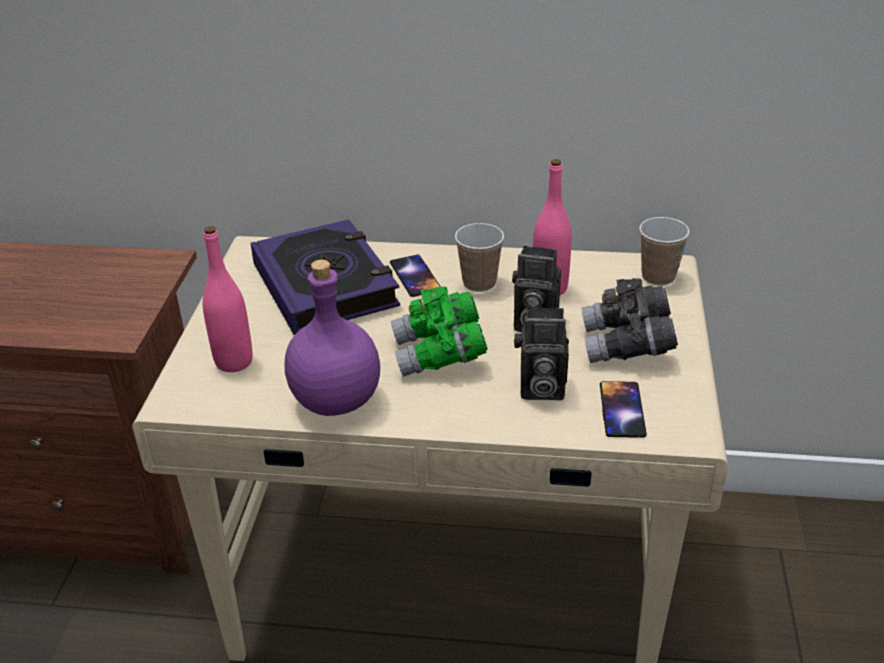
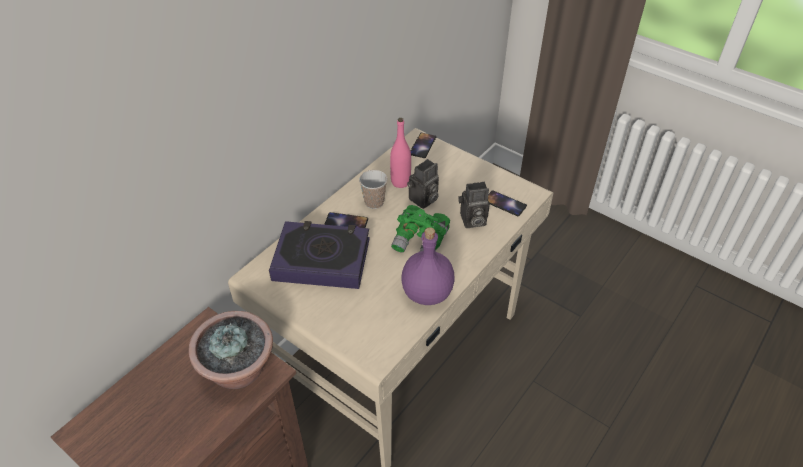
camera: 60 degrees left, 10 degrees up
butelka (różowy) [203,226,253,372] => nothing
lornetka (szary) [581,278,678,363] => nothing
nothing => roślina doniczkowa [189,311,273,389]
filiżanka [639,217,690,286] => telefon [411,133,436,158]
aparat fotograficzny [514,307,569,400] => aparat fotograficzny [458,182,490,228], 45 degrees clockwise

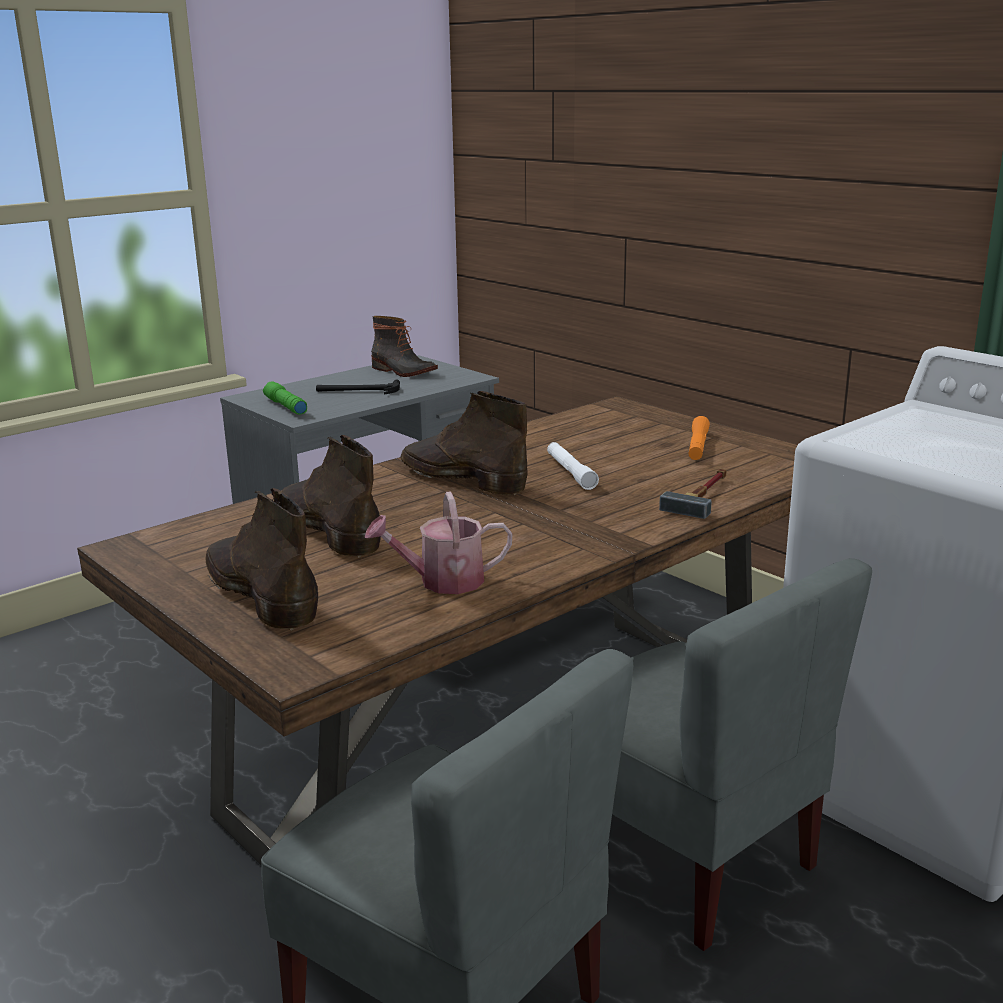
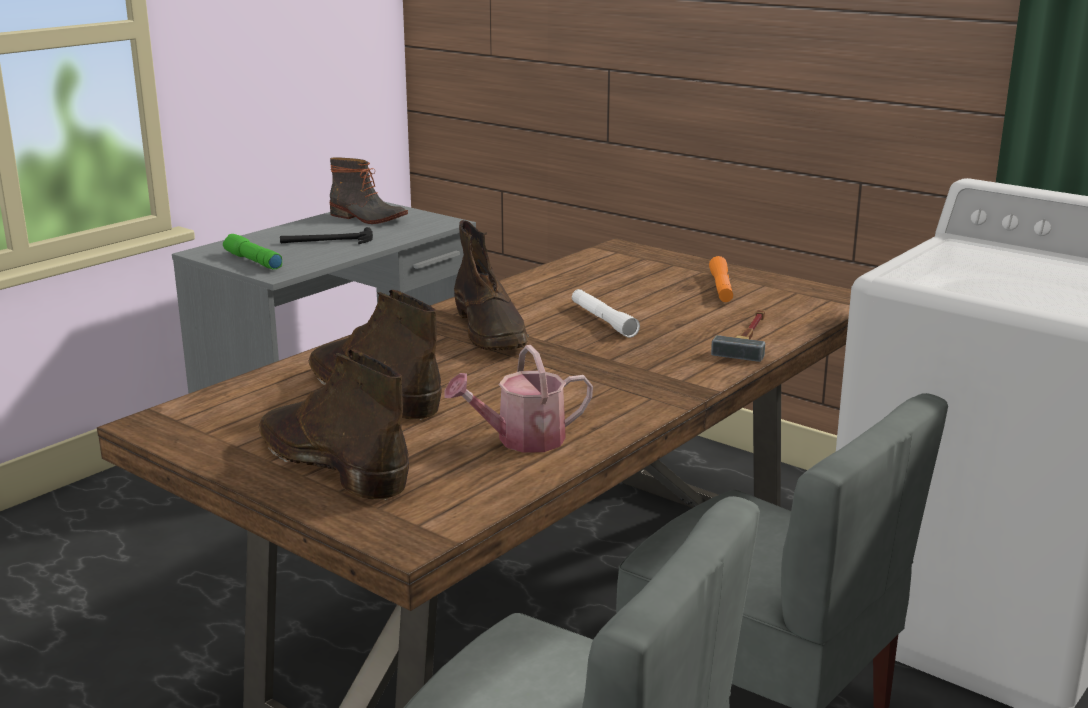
camera: 10 degrees left, 0 degrees up
but z cholewką (brązowy) [400,391,528,496] => but z cholewką (brązowy) [454,220,529,351], 135 degrees counterclockwise

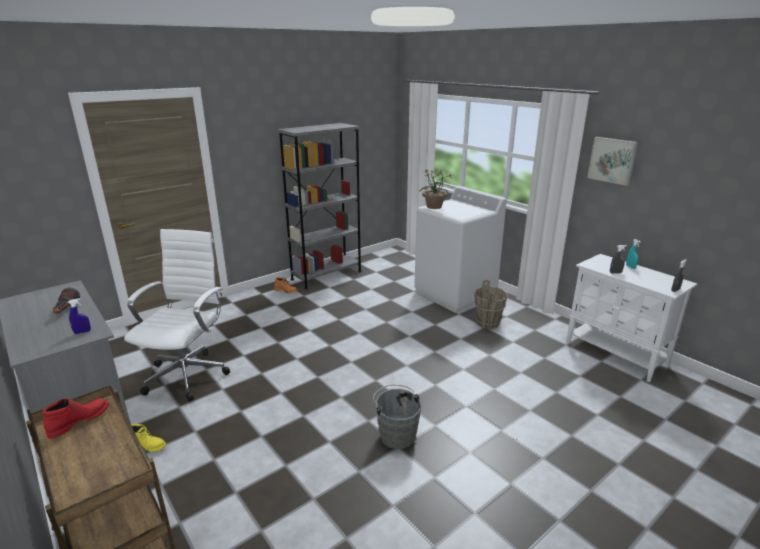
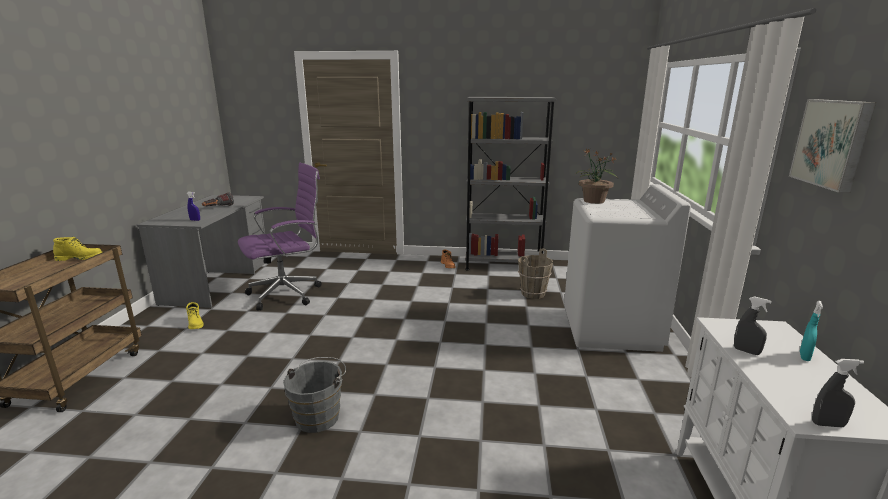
camera: 45 degrees right, 5 degrees down
wiadro (brązowy) [474,280,507,329] => wiadro (brązowy) [518,248,553,299], moved
but z cholewką (czerwony) [43,398,109,439] => but z cholewką (żółty) [53,237,102,261]
krzesło biurowe (biały) [124,229,230,401] => krzesło biurowe (fioletowy) [238,163,322,311]

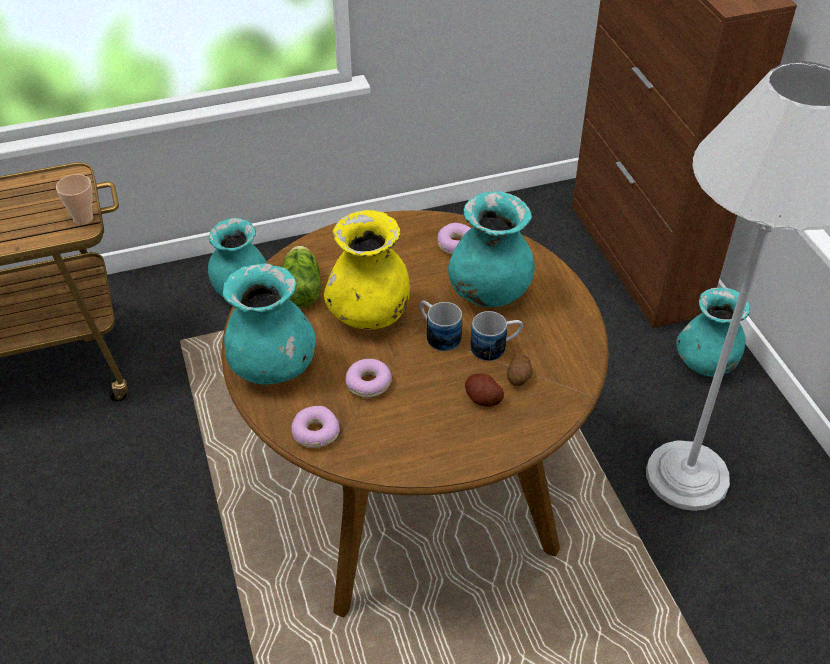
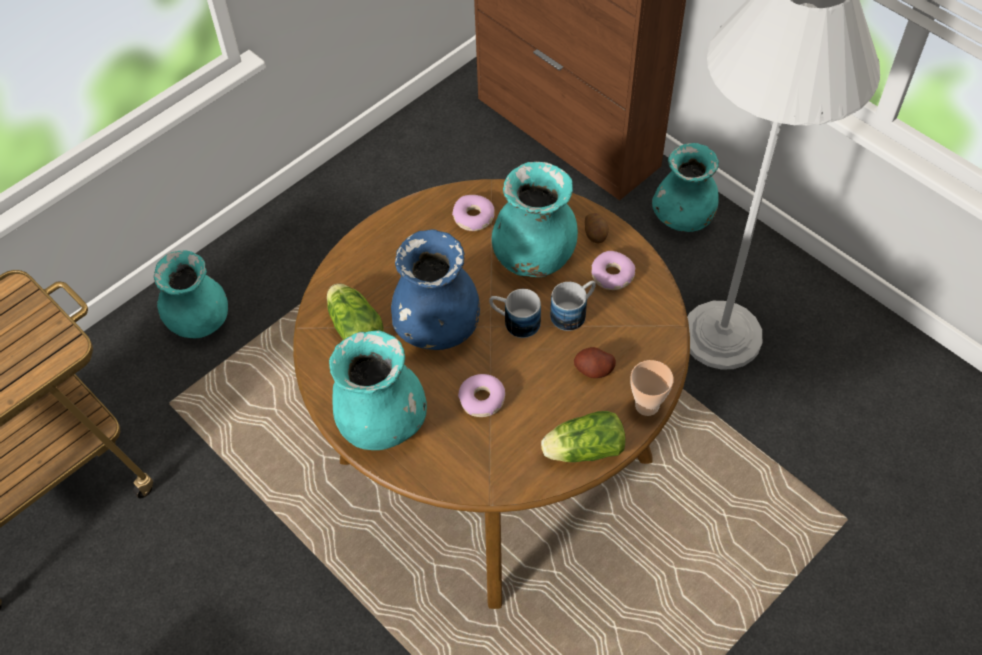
camera: 25 degrees left, 10 degrees up
nothing => sałata [541,411,626,462]
filiżanka [56,174,93,225] => filiżanka [631,360,673,416], moved
donut [291,406,340,448] => donut [591,251,636,290], moved
ziemniak [507,354,533,386] => ziemniak [585,213,609,244], moved
wazon (żółty) [324,210,410,330] => wazon (niebieski) [391,230,480,350]

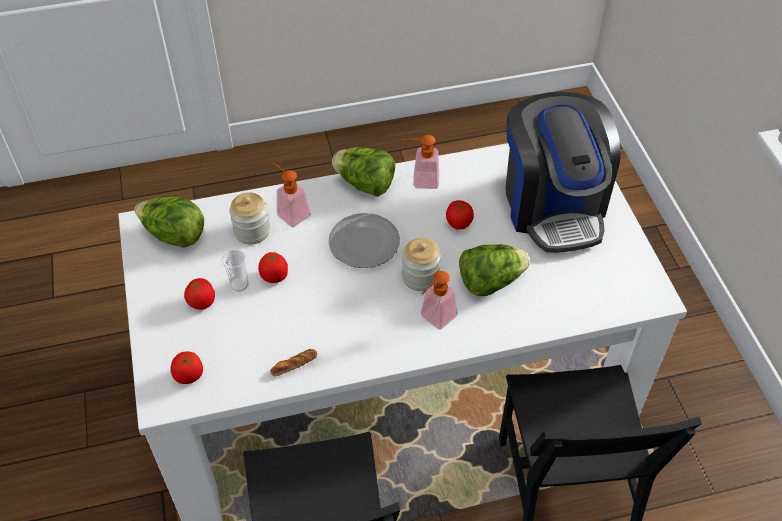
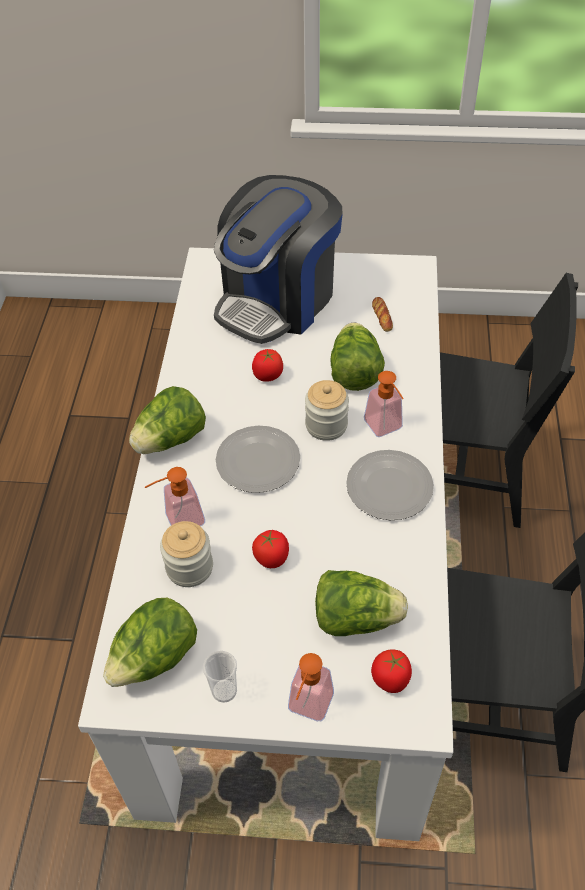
camera: 70 degrees left, 0 degrees up
pomidor [184,278,215,310] => nothing
nothing => sałata [315,570,408,636]
nothing => talerz [346,450,434,520]
filiżanka [222,249,249,292] => filiżanka [203,651,237,703], moved
chleb [270,349,317,376] => chleb [372,297,393,332], moved
dozownik mydła [403,135,439,189] => dozownik mydła [288,653,334,721], moved
ekspres do kawy [506,92,621,253] => ekspres do kawy [214,175,343,344], 120 degrees clockwise

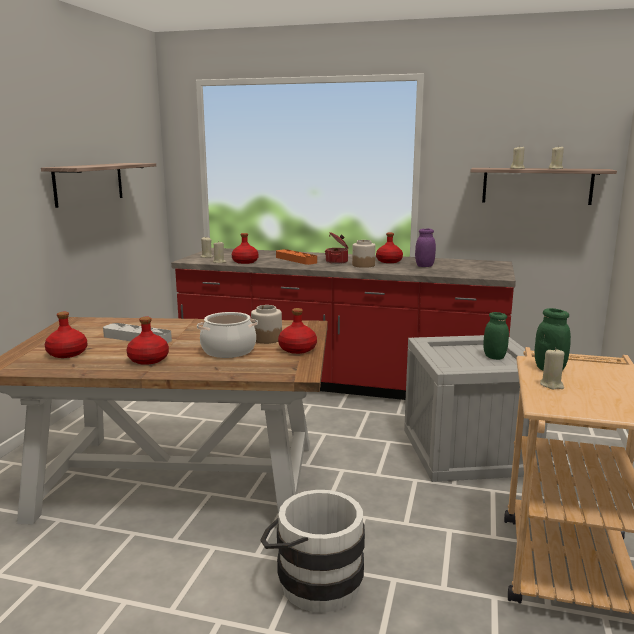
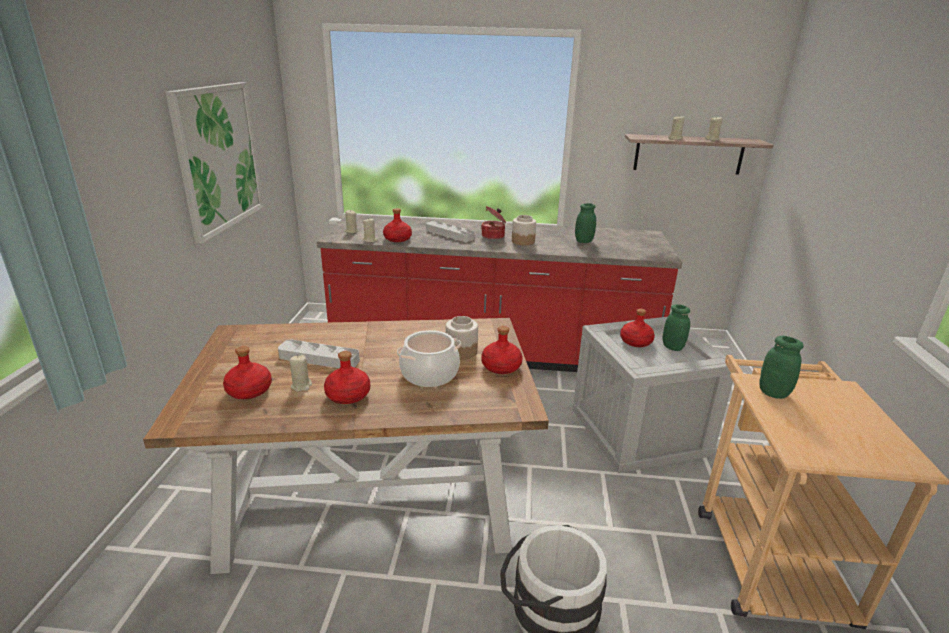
camera: 10 degrees left, 10 degrees up
butelka (czerwony) [376,232,403,263] => butelka (czerwony) [620,309,655,347], moved
świeca (beżowy) [540,348,564,389] => świeca (beżowy) [290,355,312,392], moved
półka [41,163,156,208] => obraz [166,82,264,243]
taca (pomarańczowy) [276,249,317,265] => taca (szary) [426,221,474,242]
słoik (fioletowy) [415,229,436,267] => słoik (zielony) [575,203,596,243]

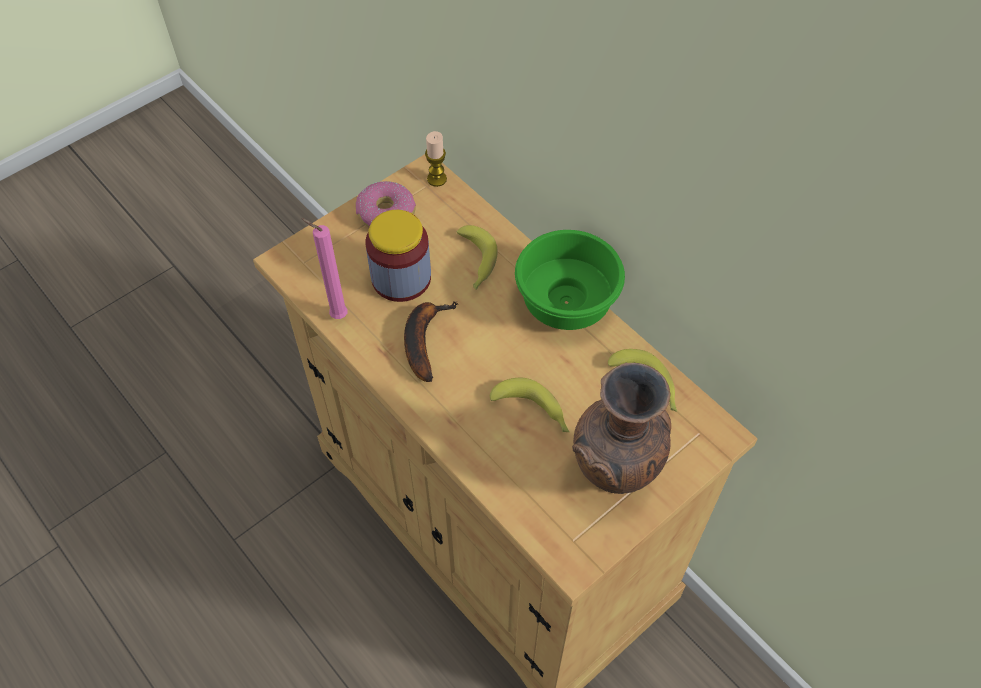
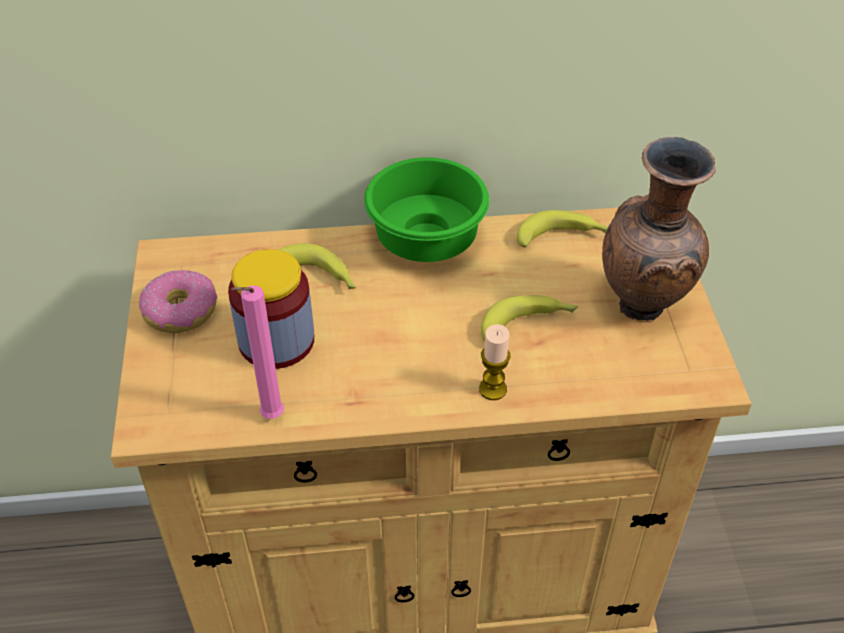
camera: 55 degrees left, 10 degrees down
banan [404,301,458,382] => nothing
świeca [425,131,447,187] => świeca [479,324,511,400], moved

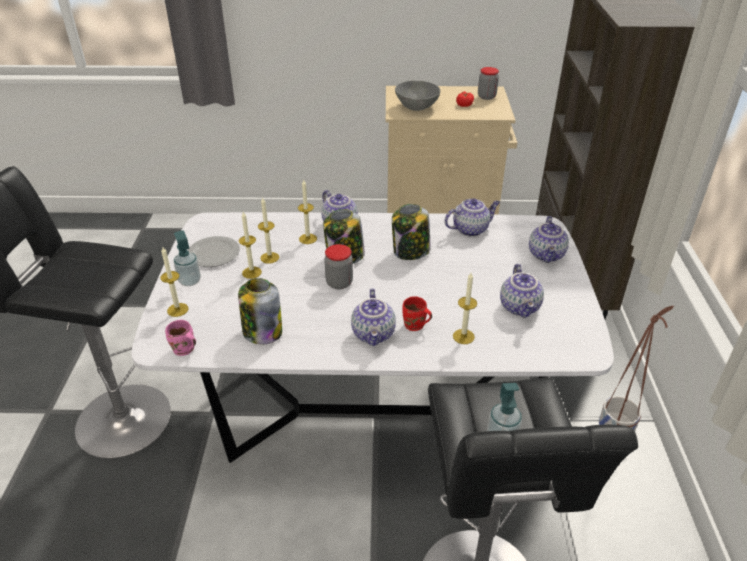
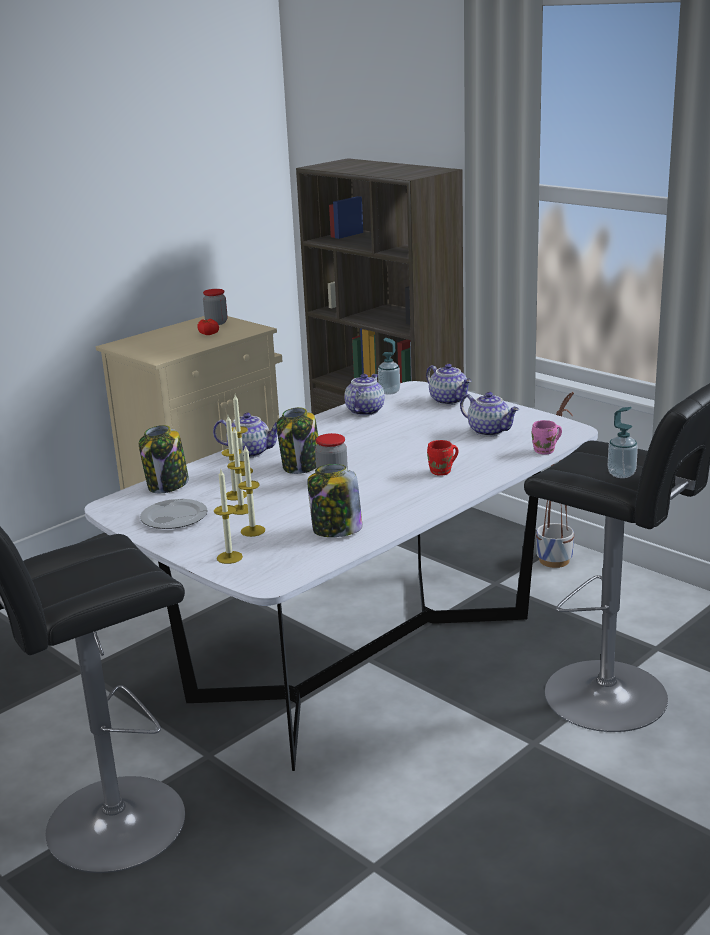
camera: 45 degrees left, 15 degrees down
imbryk [351,288,396,346] => nothing
miska (szary) [395,80,440,111] => nothing
kubek (różowy) [165,320,196,356] => kubek (różowy) [532,420,562,455], moved
dozownik mydła [174,230,201,286] => dozownik mydła [378,338,400,395], moved
słoik [392,204,431,260] => słoik [139,425,189,493], moved
świeca [453,273,477,344] => świeca [238,445,265,537], moved

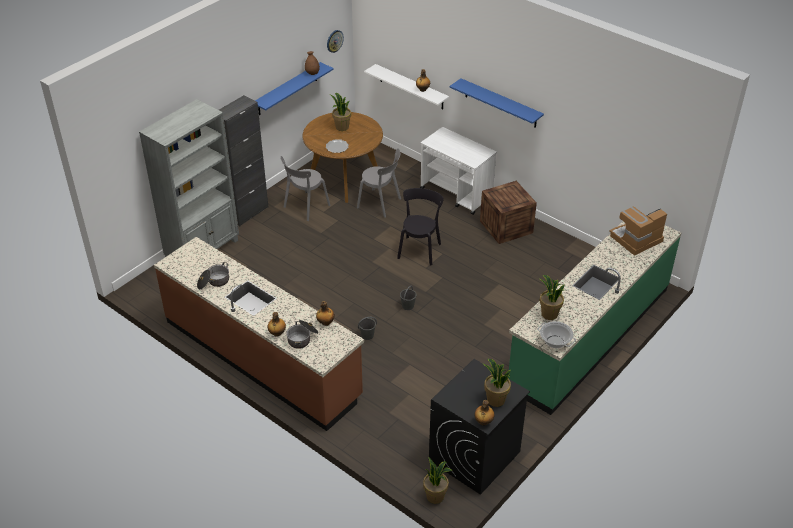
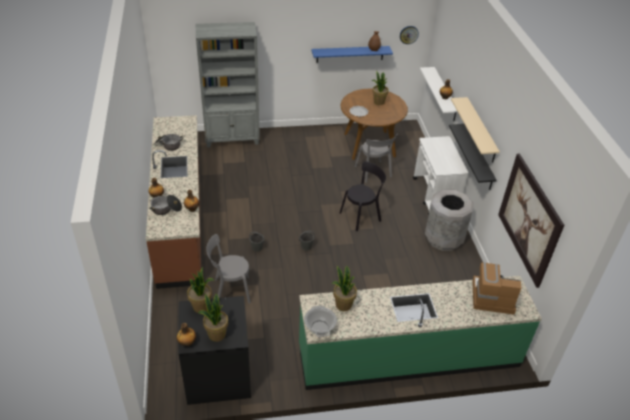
camera: 40 degrees right, 0 degrees up
szafka (czarny) [219,95,268,226] => nothing
nothing => półka (czarny) [449,124,497,190]
nothing => obraz [498,153,564,288]
krzesło (szary) [281,156,330,221] => krzesło (szary) [206,234,251,304], moved
roślina doniczkowa [423,458,452,504] => roślina doniczkowa [187,267,214,313], moved
skrzynka [480,181,537,244] => kosz na śmieci (szary) [425,190,474,251]
półka (niebieski) [450,78,544,128] => półka (beżowy) [451,97,500,163]

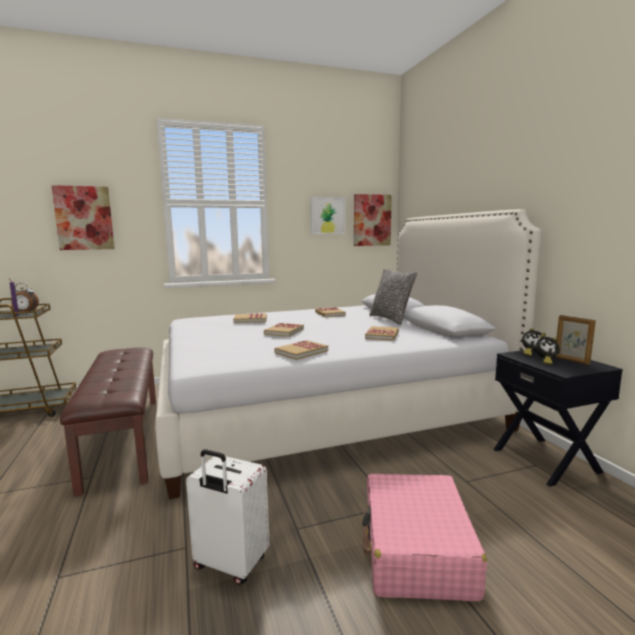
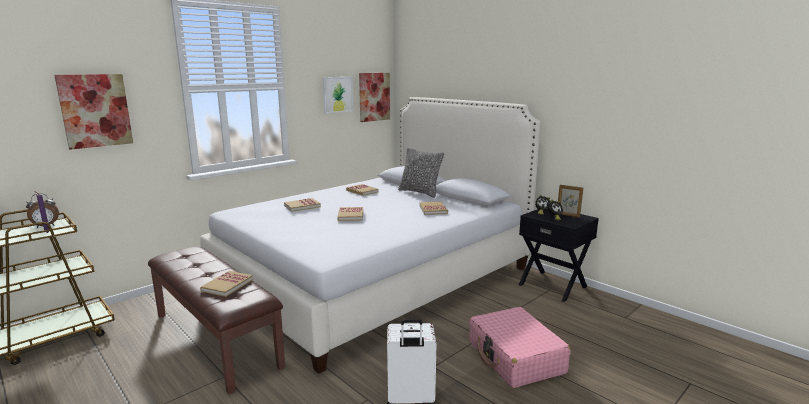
camera: 25 degrees left, 5 degrees up
książka [274,340,328,360] => książka [200,271,253,297], moved

